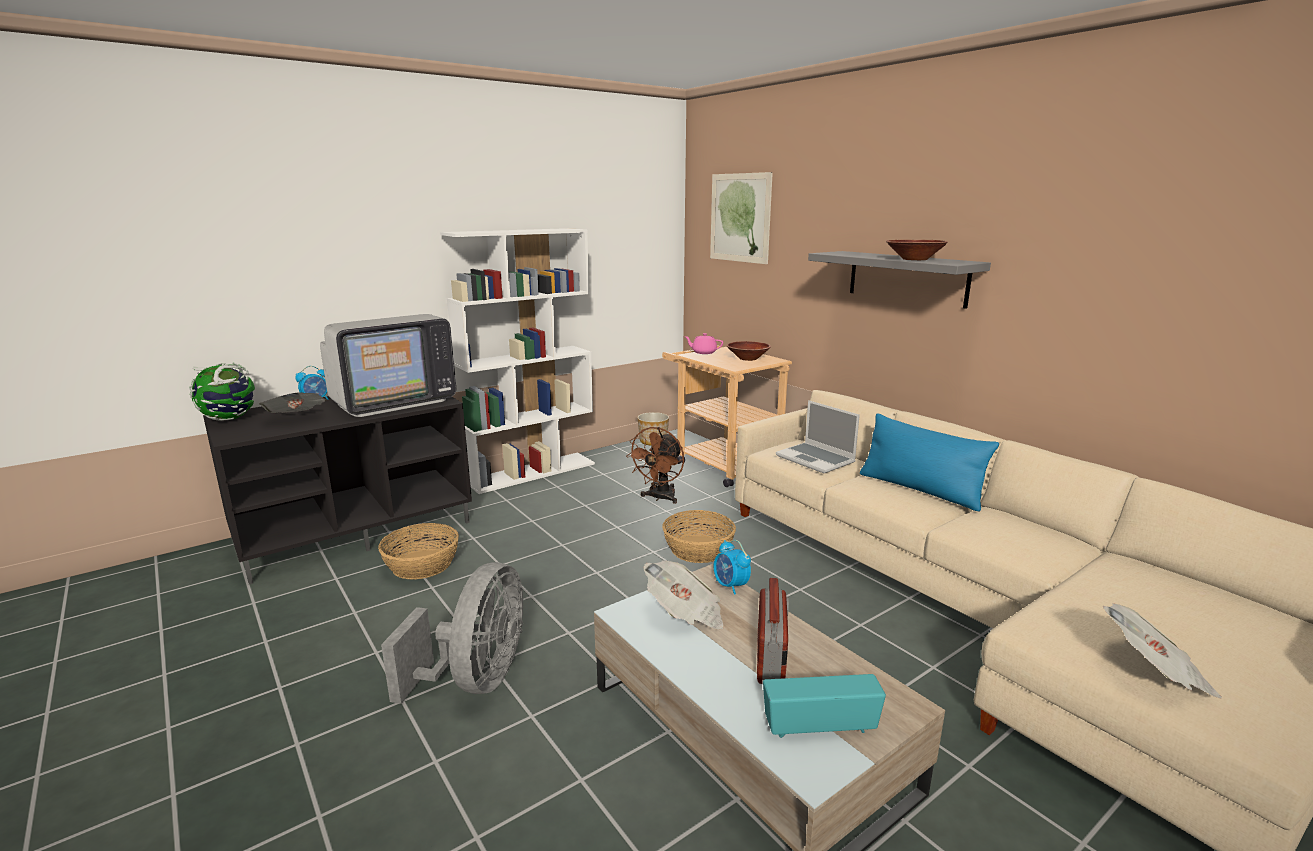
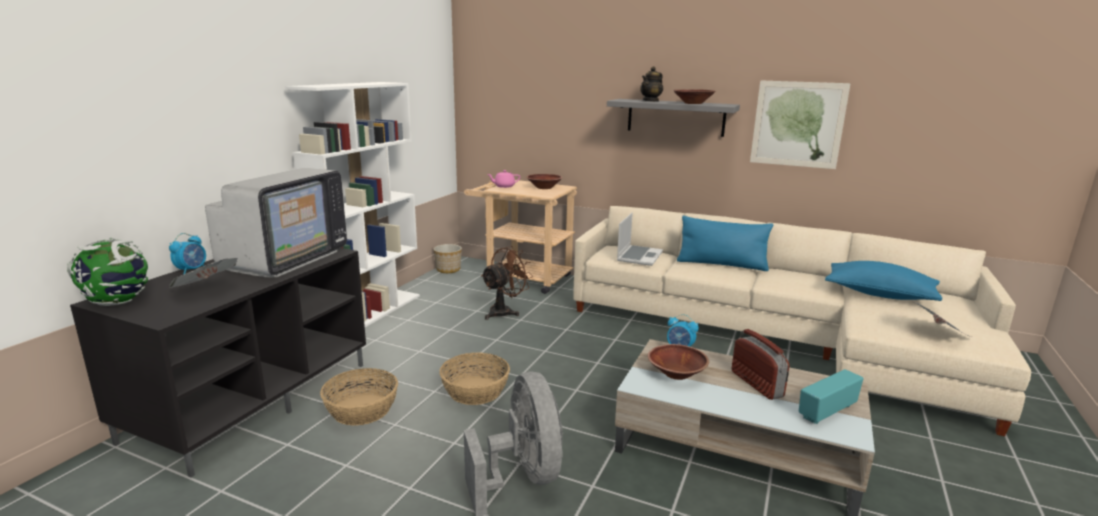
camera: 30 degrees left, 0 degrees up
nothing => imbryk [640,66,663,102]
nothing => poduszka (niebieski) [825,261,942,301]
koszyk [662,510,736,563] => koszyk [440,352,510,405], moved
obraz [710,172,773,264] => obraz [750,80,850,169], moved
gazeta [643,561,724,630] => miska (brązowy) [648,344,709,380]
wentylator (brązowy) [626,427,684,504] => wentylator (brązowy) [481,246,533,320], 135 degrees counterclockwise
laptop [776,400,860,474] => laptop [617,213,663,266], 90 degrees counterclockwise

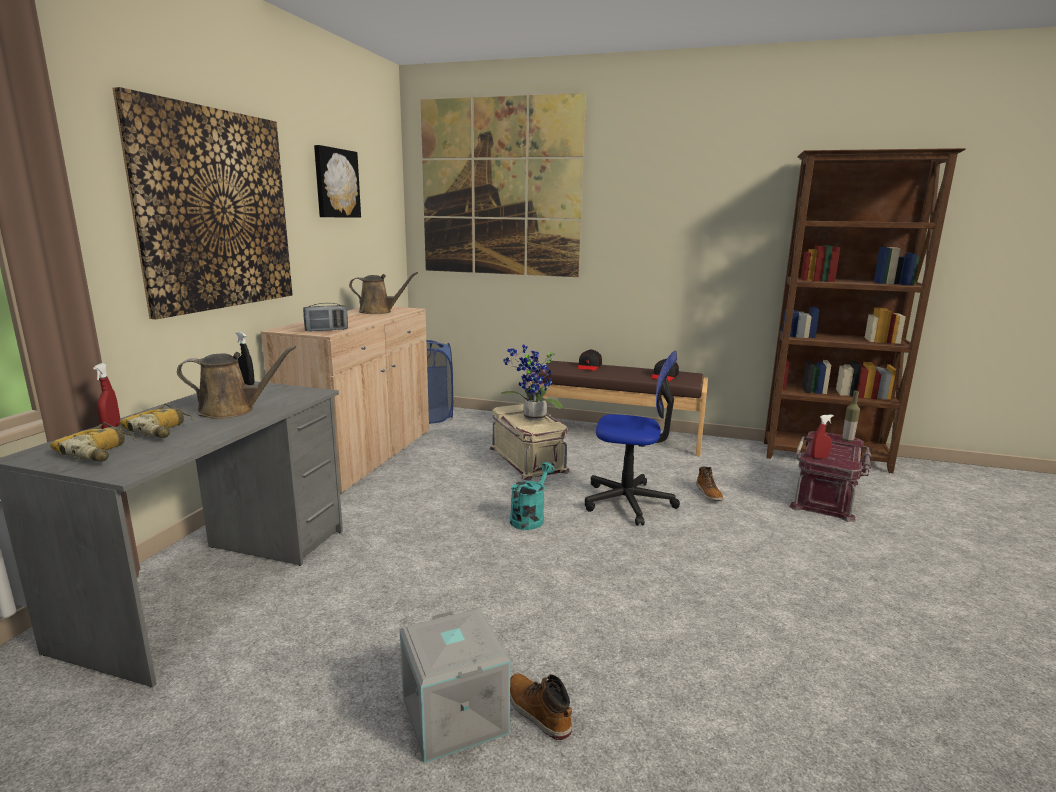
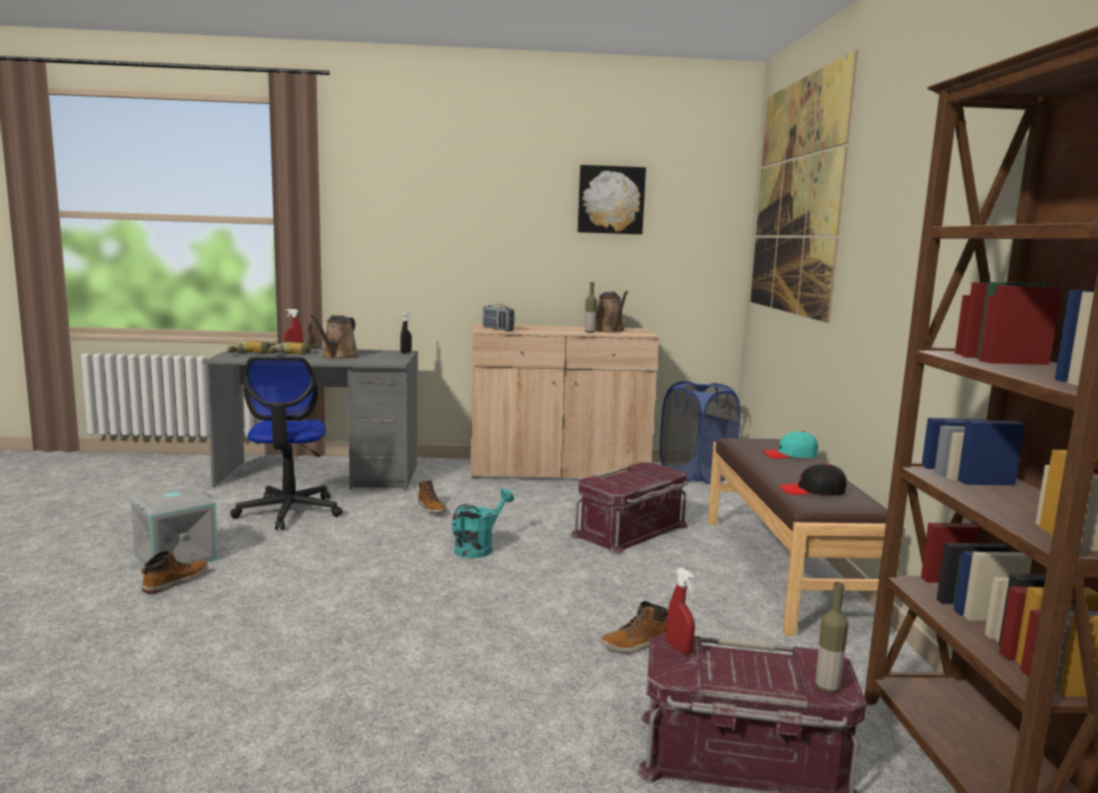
camera: 70 degrees right, 5 degrees down
obraz [112,87,293,319] => nothing
roślina doniczkowa [500,344,563,421] => nothing
nothing => but z cholewką [418,480,447,514]
nothing => butelka [585,282,597,333]
krzesło biurowe [585,351,680,526] => krzesło biurowe [230,356,343,530], moved
pojemnik do przechowywania (beżowy) [489,404,570,480] => pojemnik do przechowywania (czerwony) [571,462,688,554]
czapka z daszkiem (czarny) [577,349,602,371] => czapka z daszkiem (turkusowy) [762,431,818,459]
konewka (brązowy) [177,346,296,419] => konewka (brązowy) [310,315,359,359], 45 degrees clockwise
konewka (turkusowy) [510,462,555,530] => konewka (turkusowy) [452,489,514,558], 60 degrees counterclockwise

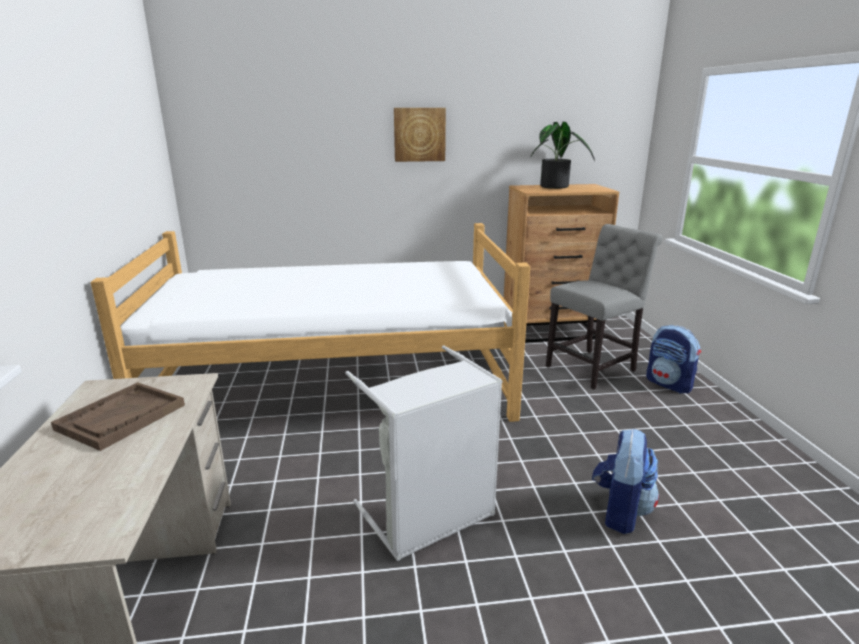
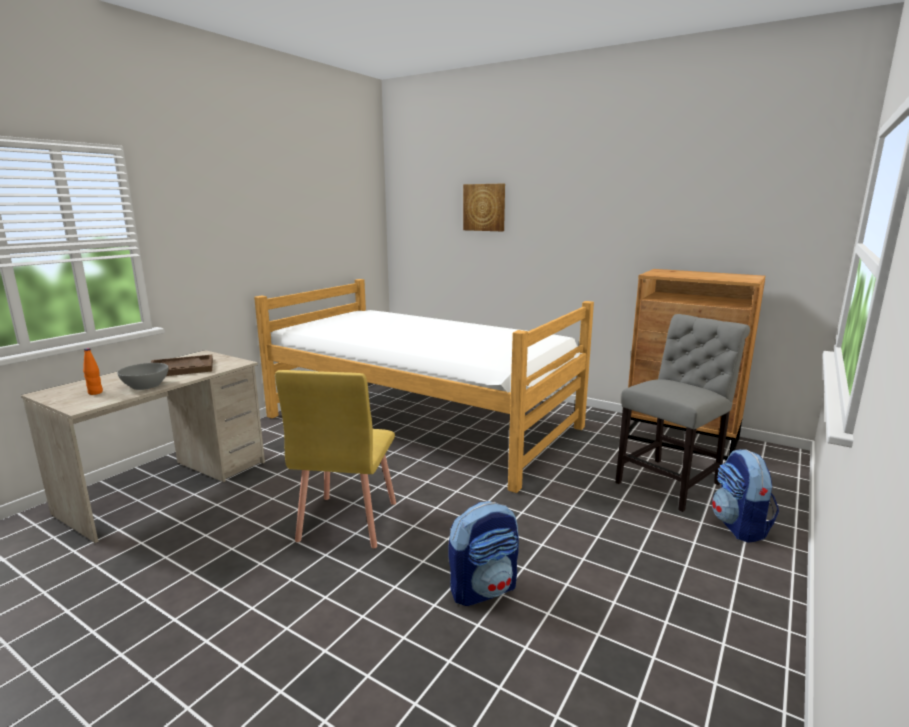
camera: 40 degrees right, 5 degrees down
roślina doniczkowa [531,122,595,189] => nothing
nothing => butelka (pomarańczowy) [83,348,103,395]
nothing => miska (szary) [117,363,168,390]
obraz [394,108,446,162] => obraz [463,184,505,231], moved
kosz na pranie (szary) [345,345,503,561] => krzesło (żółty) [275,370,396,548]
krzesło (szary) [546,224,663,390] => krzesło (szary) [615,314,750,512], 45 degrees counterclockwise

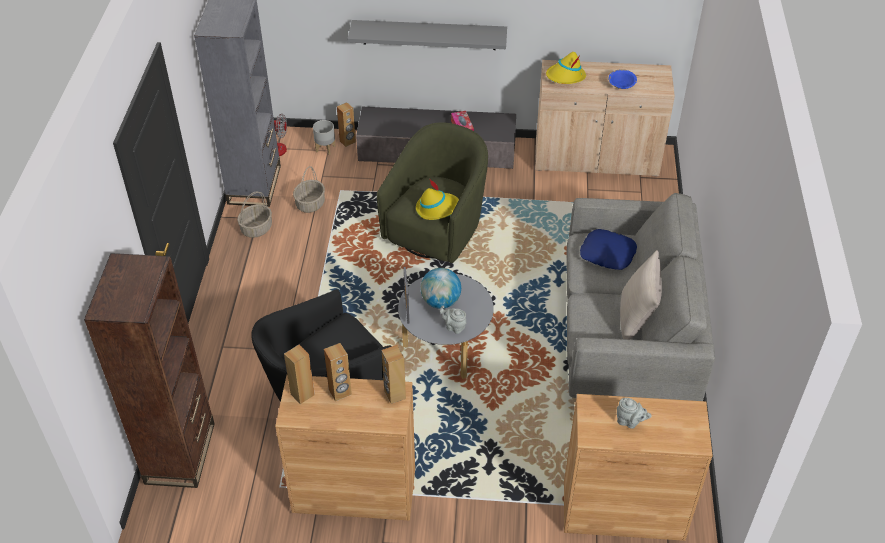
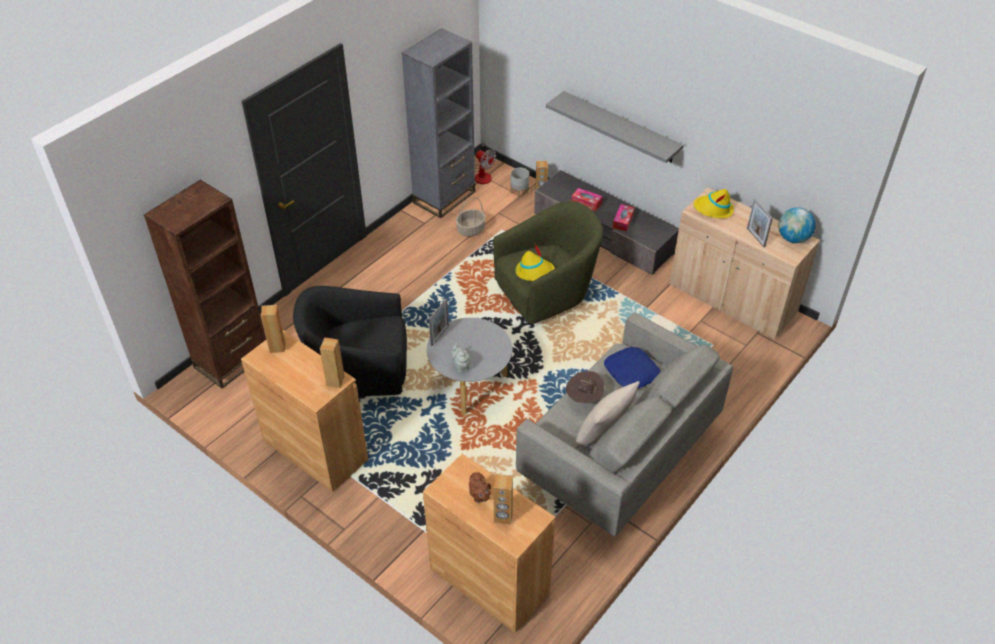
camera: 35 degrees right, 0 degrees up
koszyk [237,192,272,238] => nothing
nothing => kapelusz (brązowy) [566,371,605,403]
nothing => pudełko chusteczek [572,188,603,211]
głośnik (brązowy) [324,343,352,401] => głośnik (brązowy) [494,474,513,525], moved
globus [421,268,461,309] => globus [778,207,816,243], moved
miska (niebieski) [608,69,637,89] => ramka na zdjęcie [747,199,773,247]
imbryk (szary) [617,398,652,429] => imbryk (brązowy) [469,472,491,503]

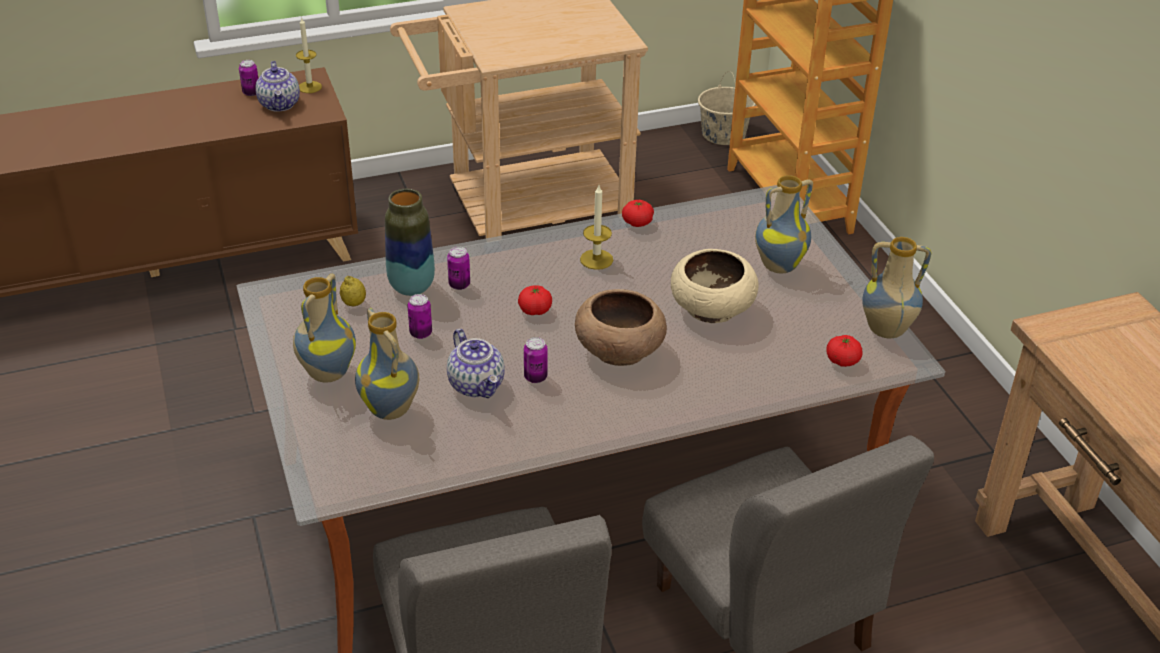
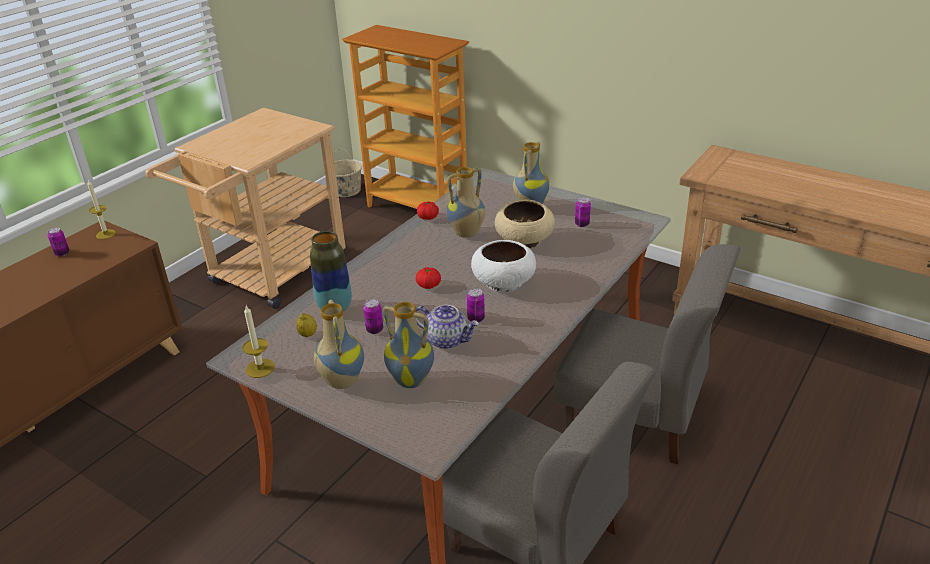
camera: 35 degrees left, 5 degrees down
imbryk [255,61,300,112] => nothing
pomidor [826,335,862,367] => nothing
puszka [447,246,470,290] => puszka [575,197,591,227], moved
świeca [580,185,613,270] => świeca [242,306,275,378], moved
wazon [862,237,931,338] => wazon [447,167,485,238], moved
miska (brązowy) [575,289,667,366] => miska (biały) [471,240,536,293]

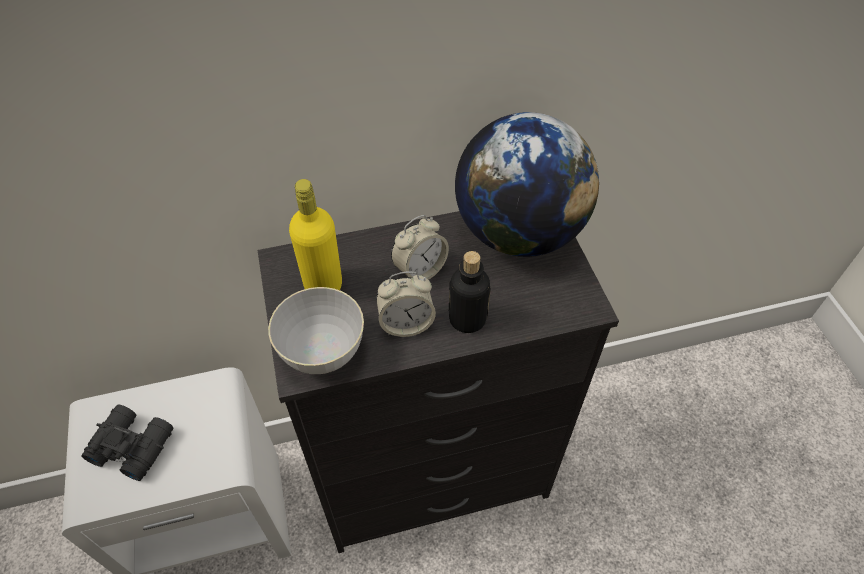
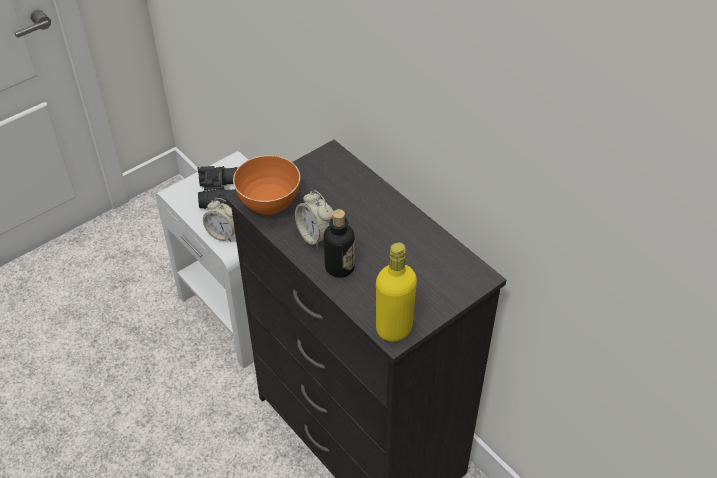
camera: 65 degrees right, 5 degrees down
globus [455,112,599,257] => nothing
butelka (żółty) [289,179,342,290] => butelka (żółty) [376,243,417,342], moved
budzik [391,215,449,280] => budzik [203,198,235,242], moved
miska (szary) [268,287,364,374] => miska (pomarańczowy) [233,155,300,215]

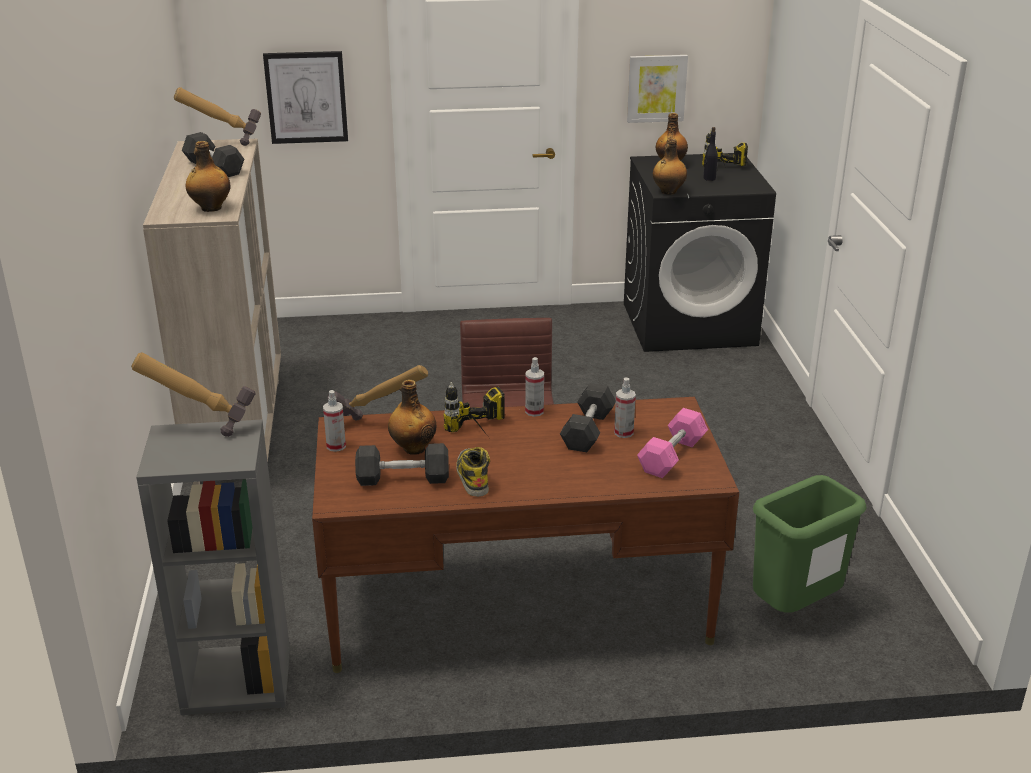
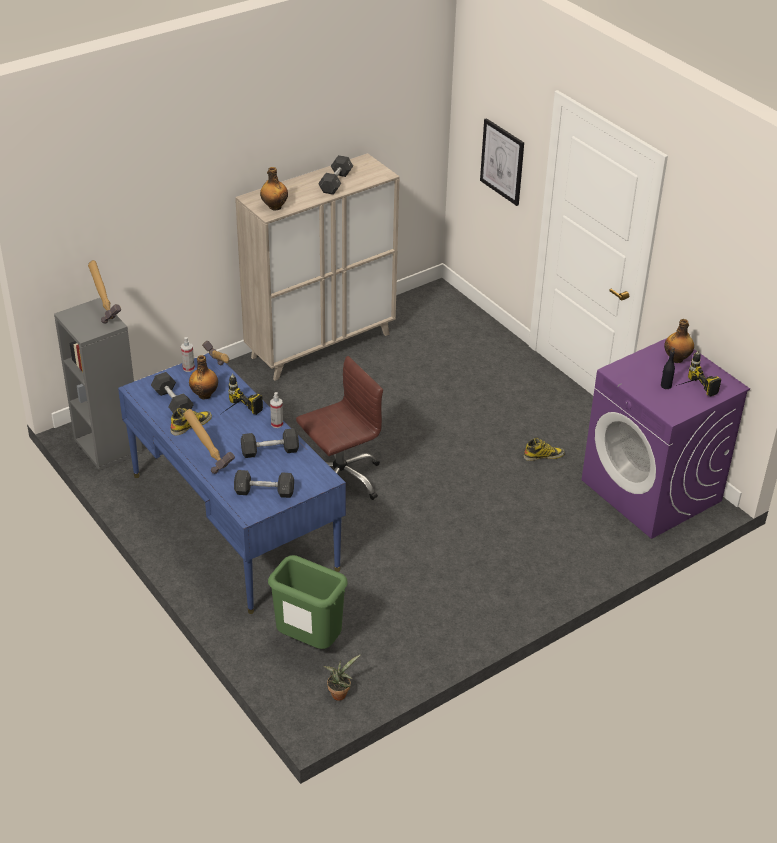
camera: 60 degrees right, 10 degrees up
spryskiwacz [614,378,636,438] => nothing
obraz [627,55,688,123] => nothing
butelka [653,138,687,195] => nothing
nothing => roślina doniczkowa [323,654,361,701]
nothing => but z cholewką [523,438,565,461]
młotek [174,87,261,146] => młotek [184,409,235,474], moved
biurko (brązowy) [312,397,739,673] => biurko (niebieski) [118,353,346,614]
pralka (czarny) [624,153,776,352] => pralka (fioletowy) [581,338,750,539]
hantel (różowy) [637,408,708,478] => hantel (szary) [234,470,294,498]

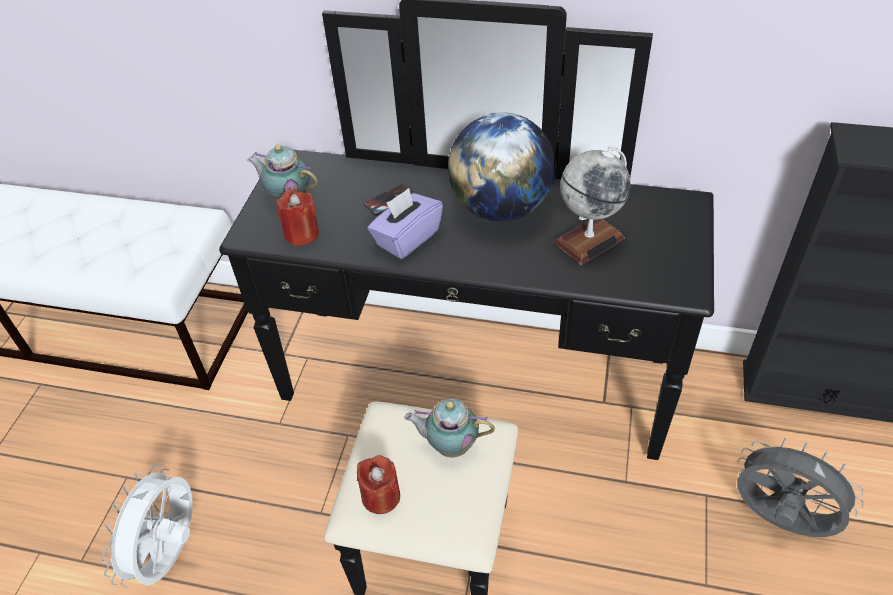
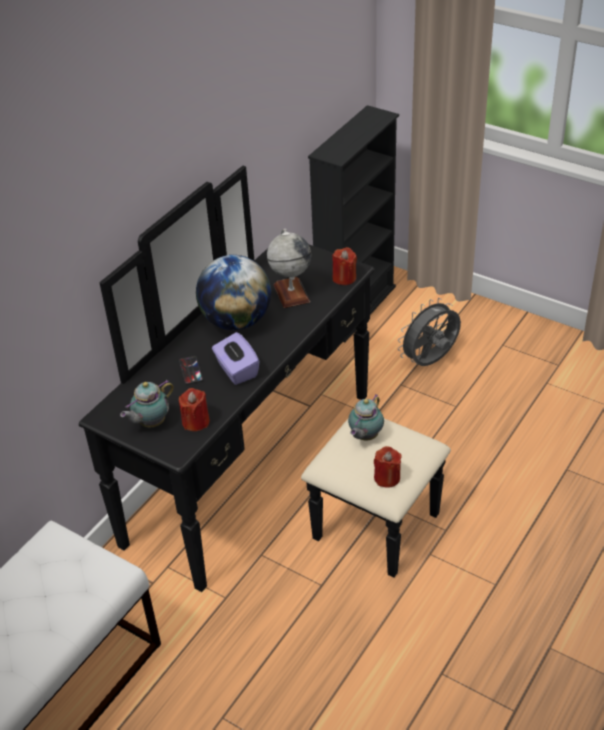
camera: 70 degrees left, 5 degrees down
wentylator (biały) [100,464,192,588] => nothing
nothing => świeca (czerwony) [332,247,357,285]

